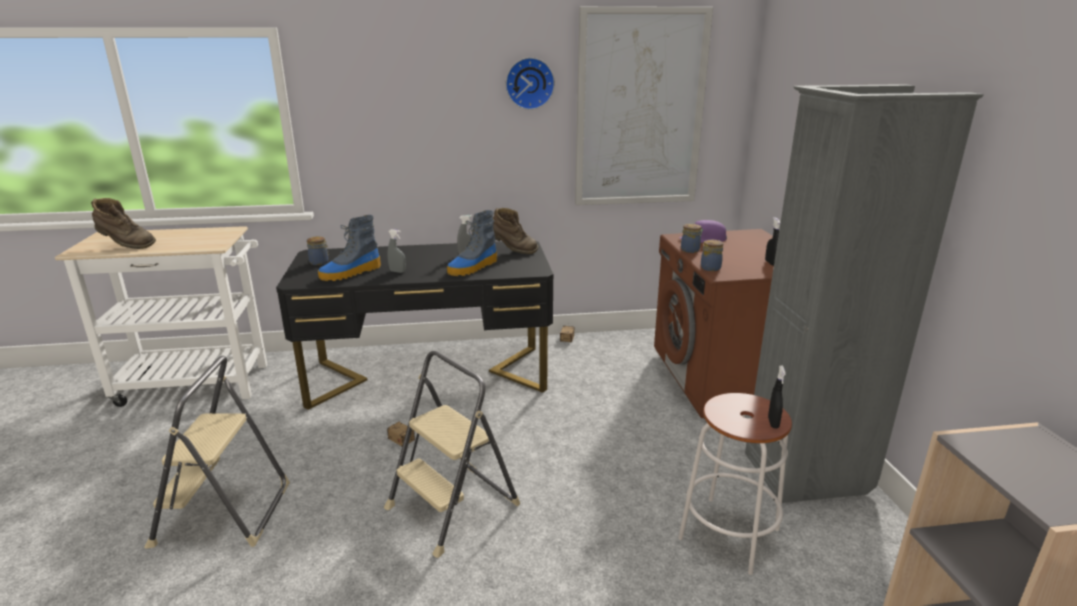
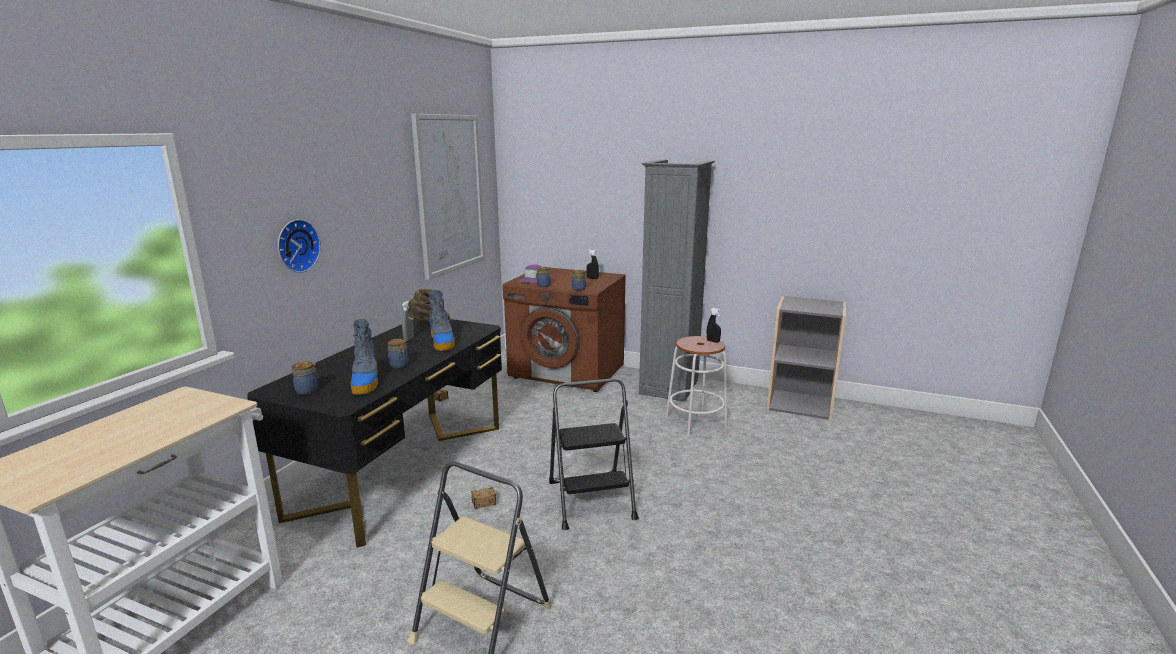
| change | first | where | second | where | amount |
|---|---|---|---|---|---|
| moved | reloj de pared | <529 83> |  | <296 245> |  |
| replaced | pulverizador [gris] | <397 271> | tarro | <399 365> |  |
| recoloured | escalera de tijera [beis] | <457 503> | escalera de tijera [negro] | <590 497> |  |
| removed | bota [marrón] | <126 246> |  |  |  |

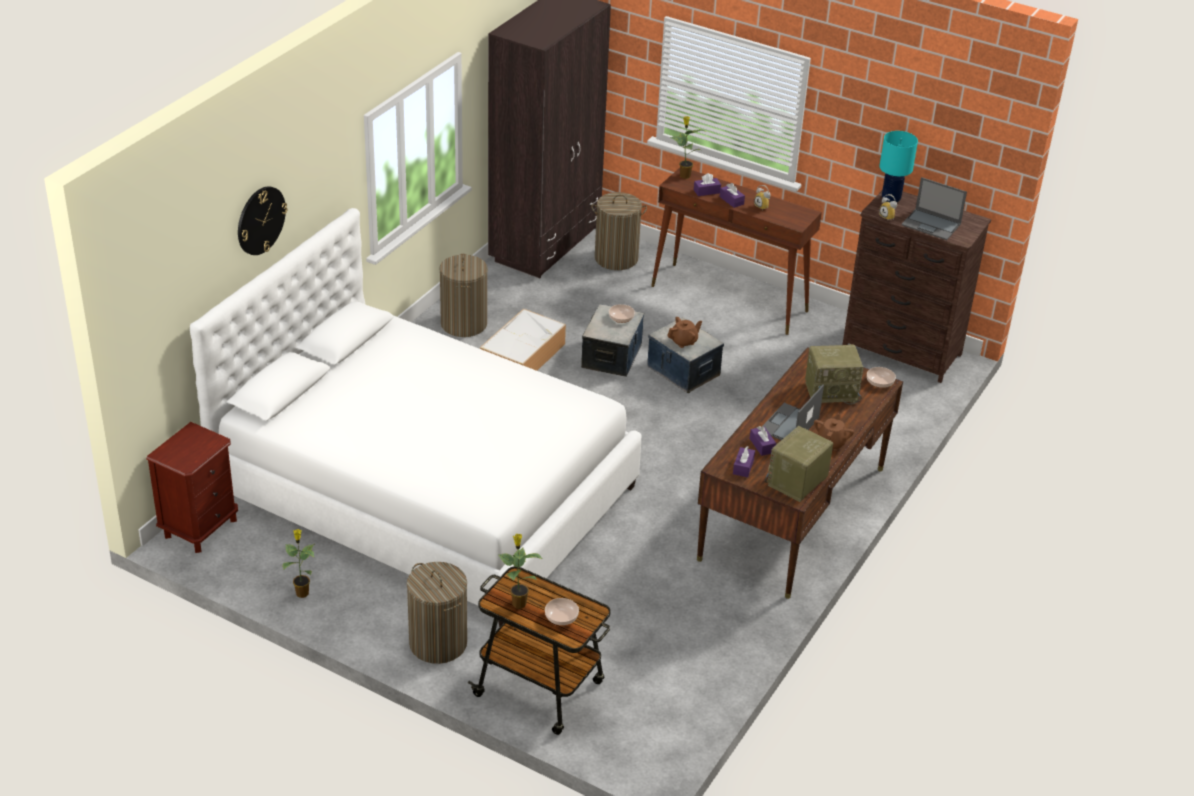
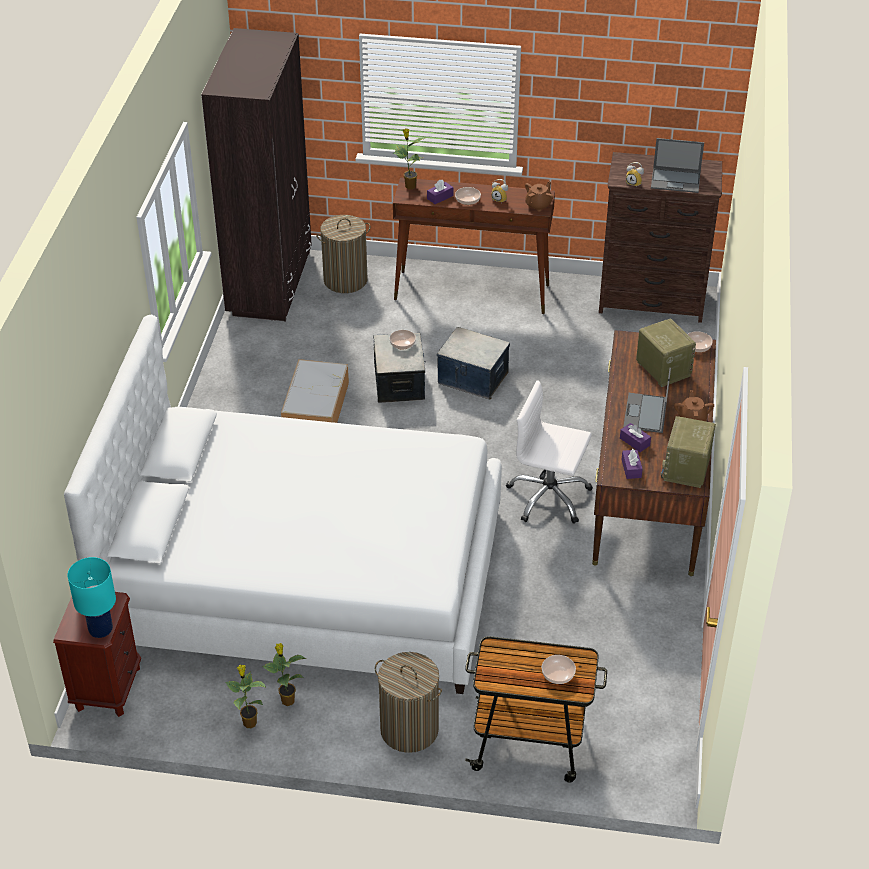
| change | first | where | second | where | amount |
|---|---|---|---|---|---|
| moved | lámpara de mesa [turquesa] | <891 199> |  | <101 630> |  |
| moved | planta en maceta | <518 603> |  | <287 700> |  |
| replaced | caja de pañuelos [morado] | <731 200> | cuenco | <468 200> |  |
| added |  |  | silla de oficina [blanco] | <548 497> |  |
| moved | tetera [marrón] | <684 341> |  | <538 205> |  |
| turned | radio | <832 392> |  | <662 368> | 90 degrees counterclockwise |
| removed | reloj de pared | <260 220> |  |  |  |
| removed | cesto de la ropa | <463 324> |  |  |  |

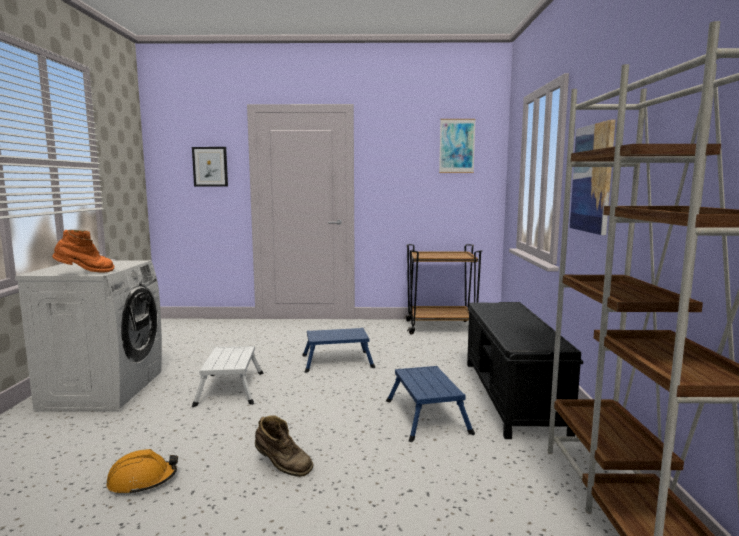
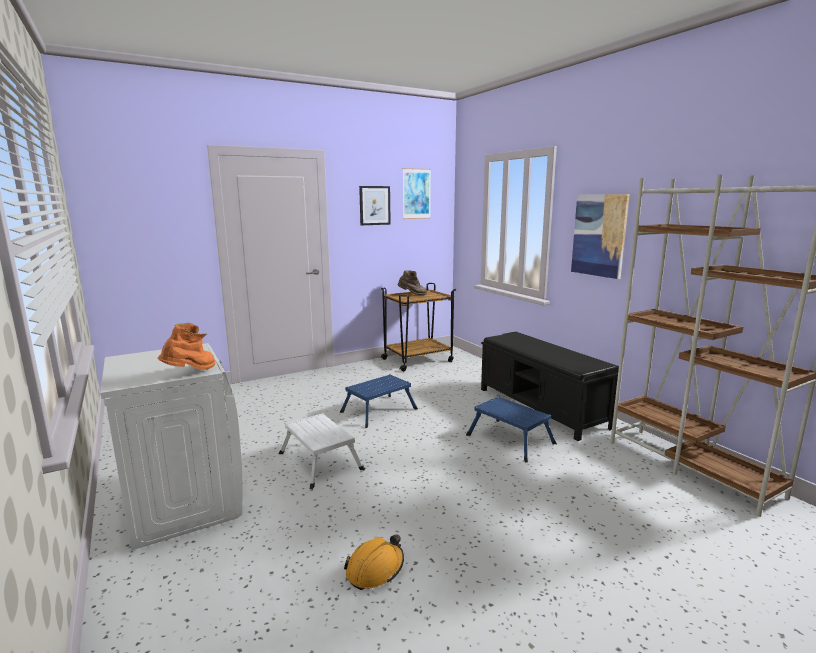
| change | first | where | second | where | amount |
|---|---|---|---|---|---|
| moved | cuadro | <210 166> |  | <374 205> |  |
| moved | bota [marrón] | <282 467> |  | <412 294> |  |

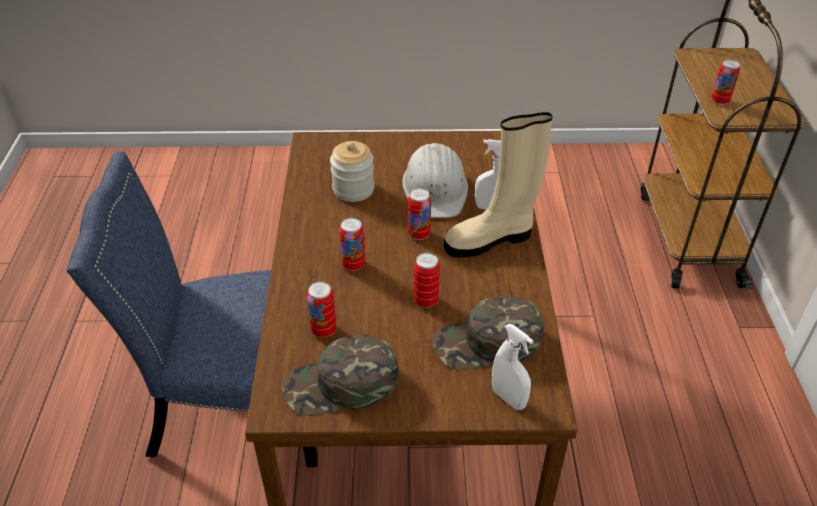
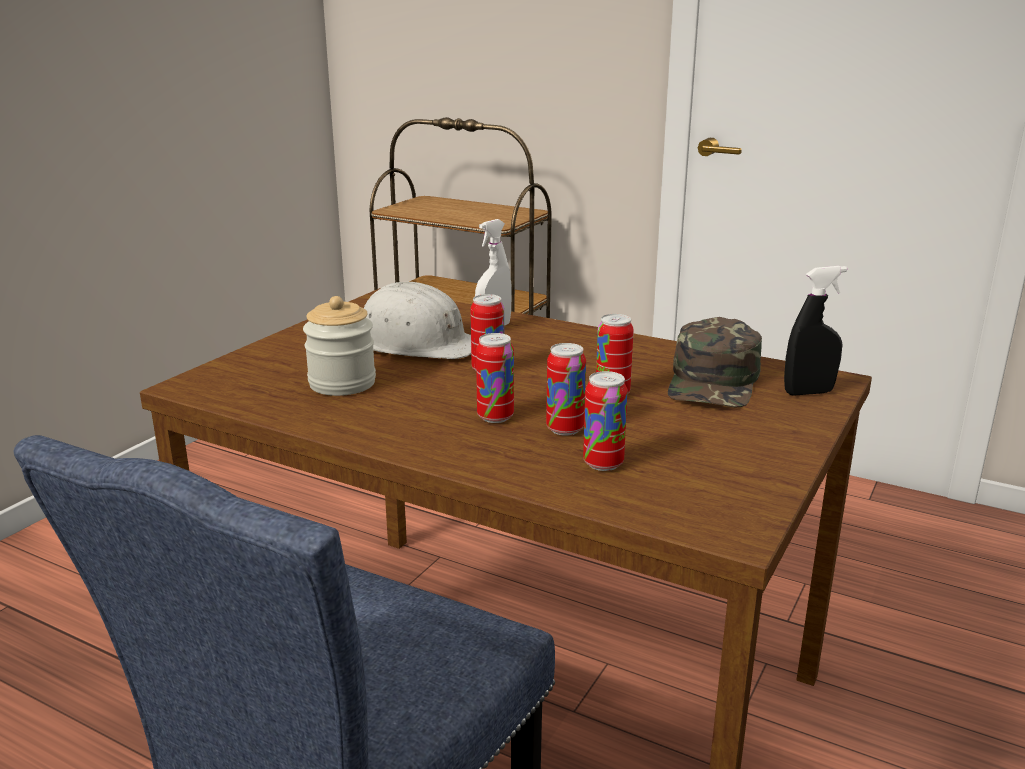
| change | first | where | second | where | amount |
|---|---|---|---|---|---|
| moved | lata | <719 101> |  | <565 429> |  |
| recoloured | pulverizador [blanco] | <508 398> | pulverizador [negro] | <808 392> |  |
| removed | gorra [verde] | <341 385> |  |  |  |
| removed | bota [beis] | <491 240> |  |  |  |

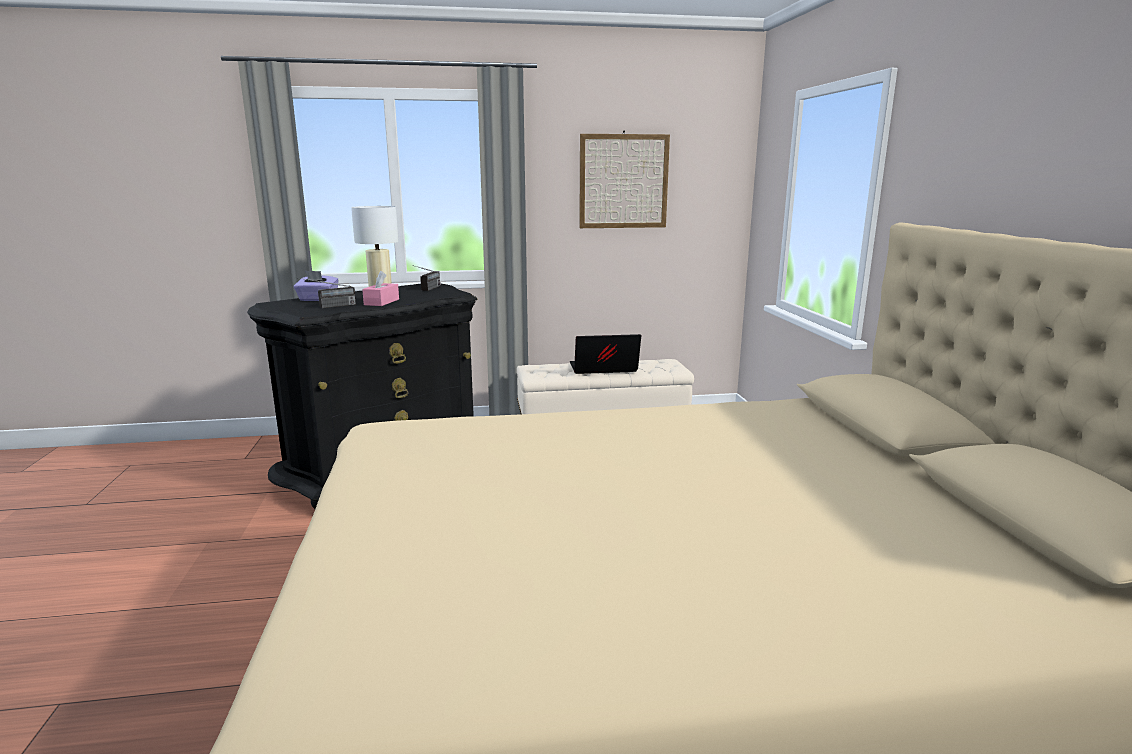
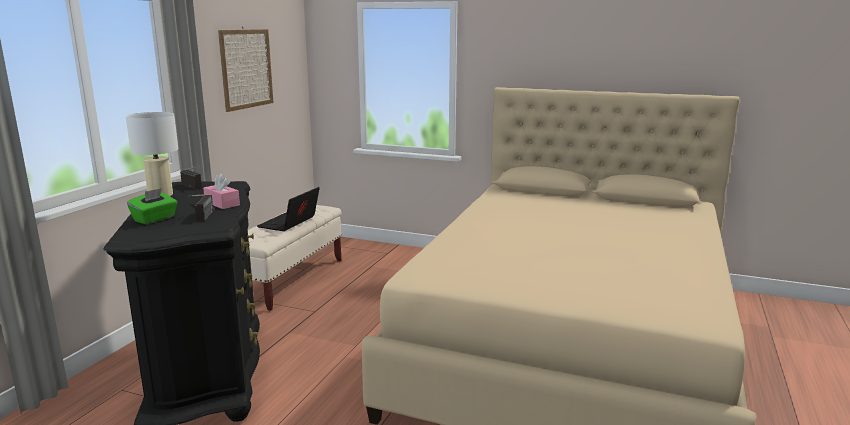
| change | first | where | second | where | amount |
|---|---|---|---|---|---|
| recoloured | caja de pañuelos [morado] | <317 299> | caja de pañuelos [verde] | <155 219> |  |

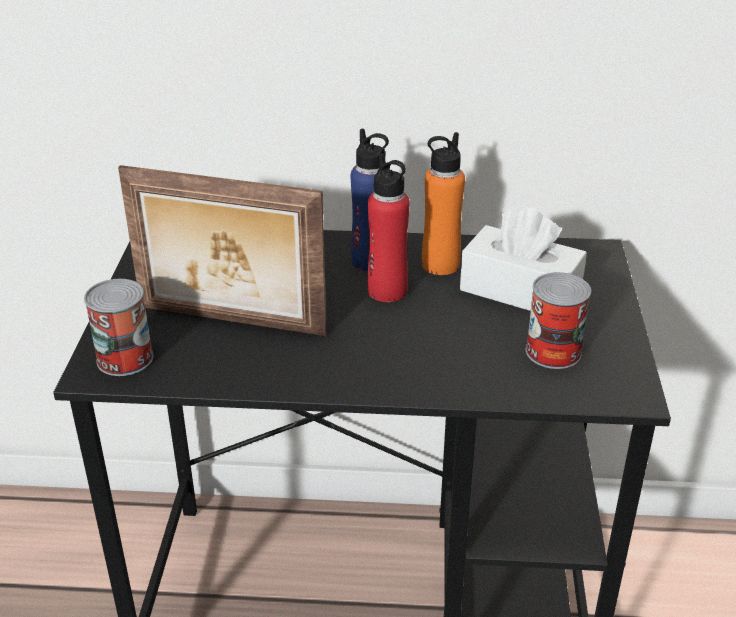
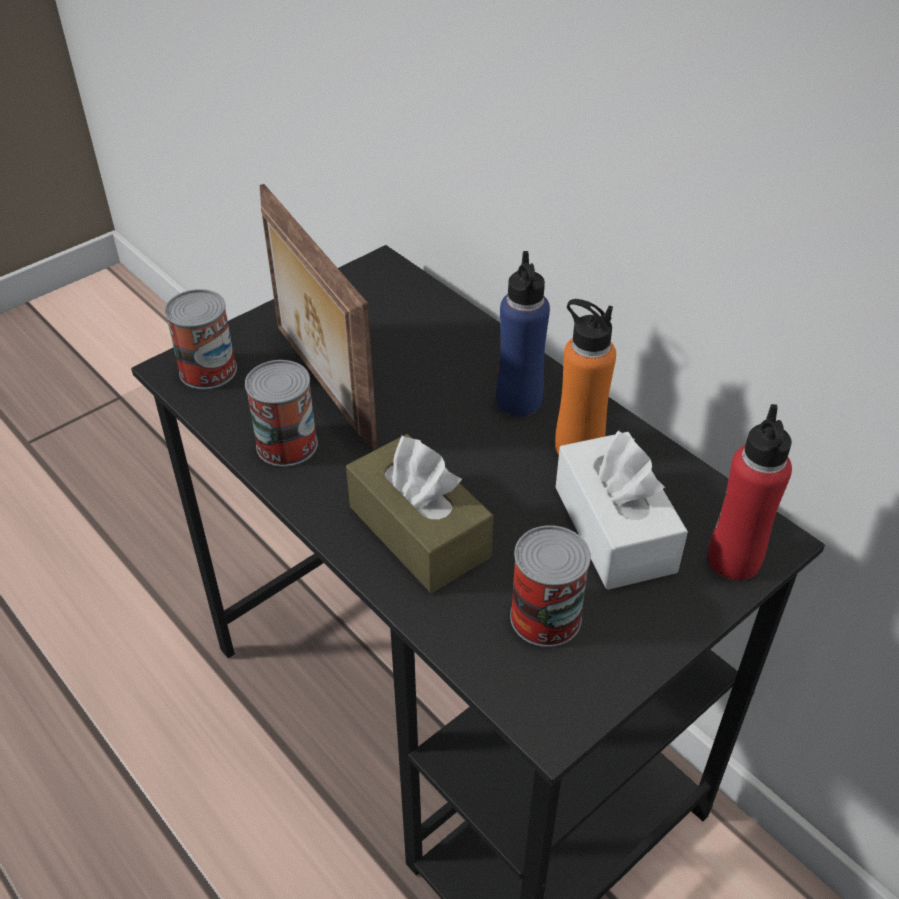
| change | first | where | second | where | amount |
|---|---|---|---|---|---|
| added |  |  | lata | <287 444> |  |
| added |  |  | caja de pañuelos [marrón] | <419 531> |  |
| moved | botella [rojo] | <387 291> |  | <734 560> |  |

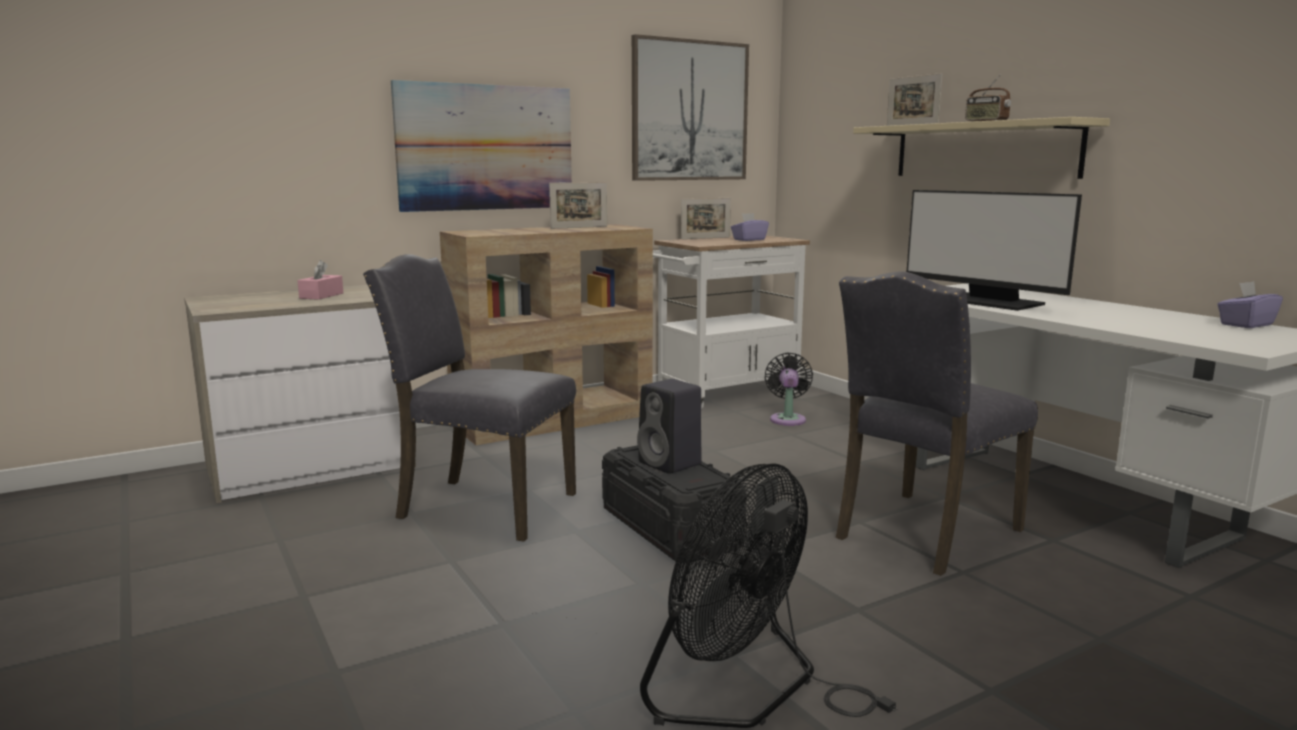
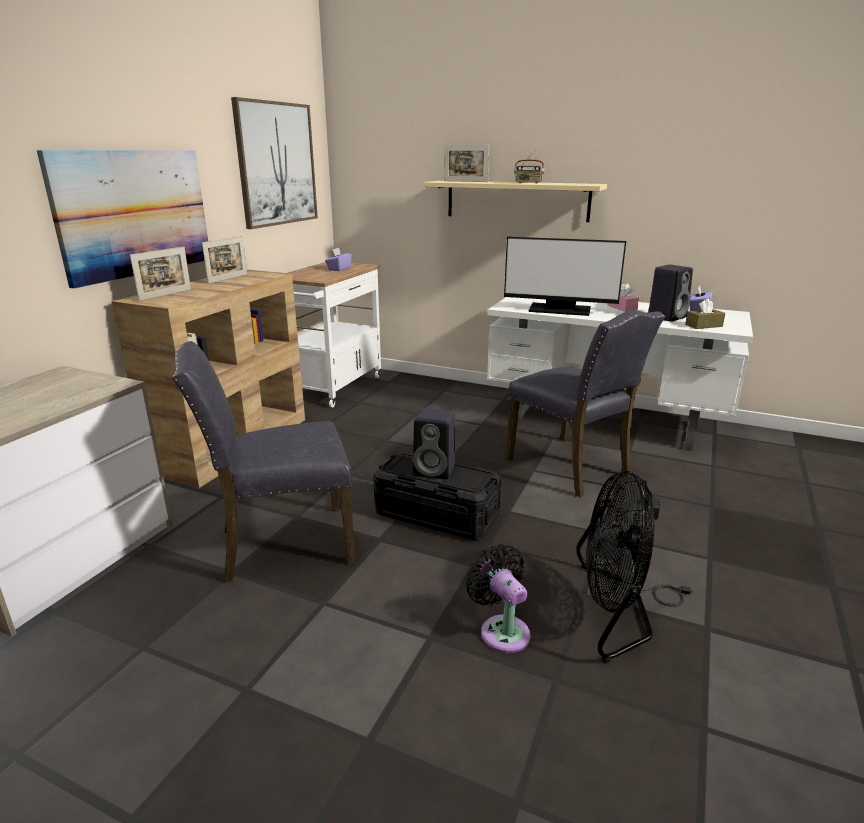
| change | first | where | second | where | amount |
|---|---|---|---|---|---|
| moved | portarretratos | <705 238> |  | <165 294> |  |
| moved | ventilador [negro] | <787 419> |  | <502 630> |  |
| turned | silla [gris] | <923 533> |  | <571 467> | 45 degrees counterclockwise |
| moved | caja de pañuelos [rosa] | <321 296> |  | <622 307> |  |
| added |  |  | altavoz [negro] | <667 317> |  |
| added |  |  | caja de pañuelos [marrón] | <703 325> |  |

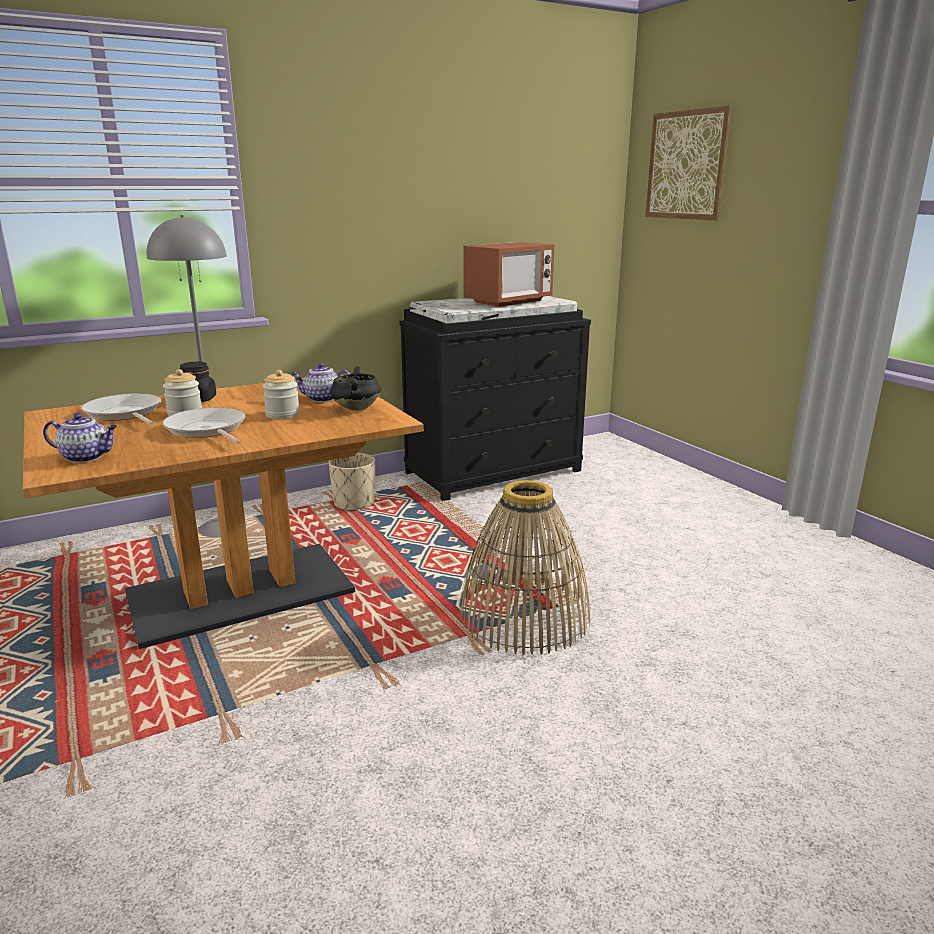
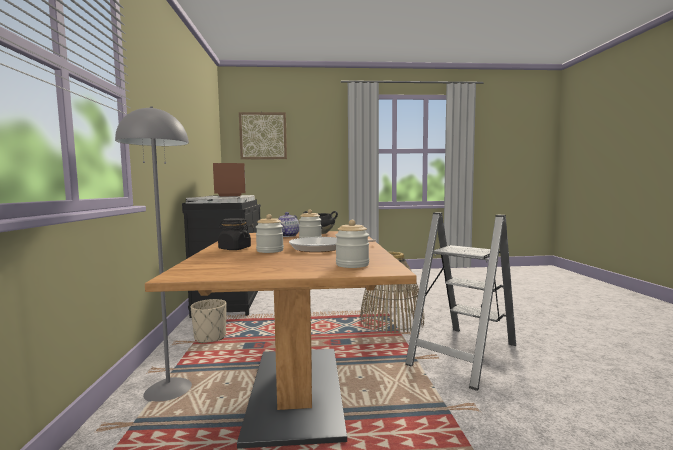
| change | first | where | second | where | amount |
|---|---|---|---|---|---|
| replaced | tetera | <87 457> | tarro | <352 264> |  |
| added |  |  | escalera de tijera [gris] | <462 355> |  |
| removed | sartén | <125 414> |  |  |  |

